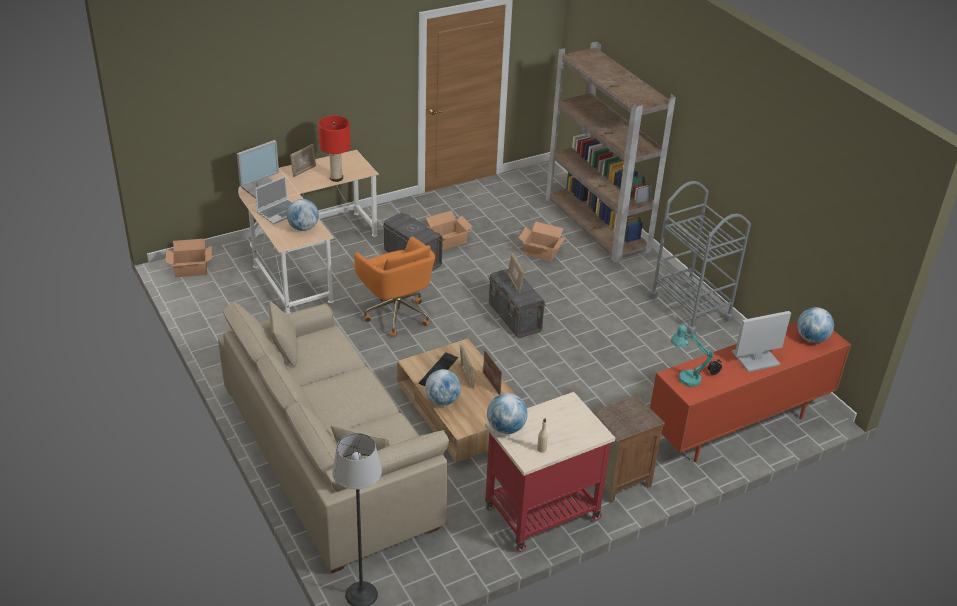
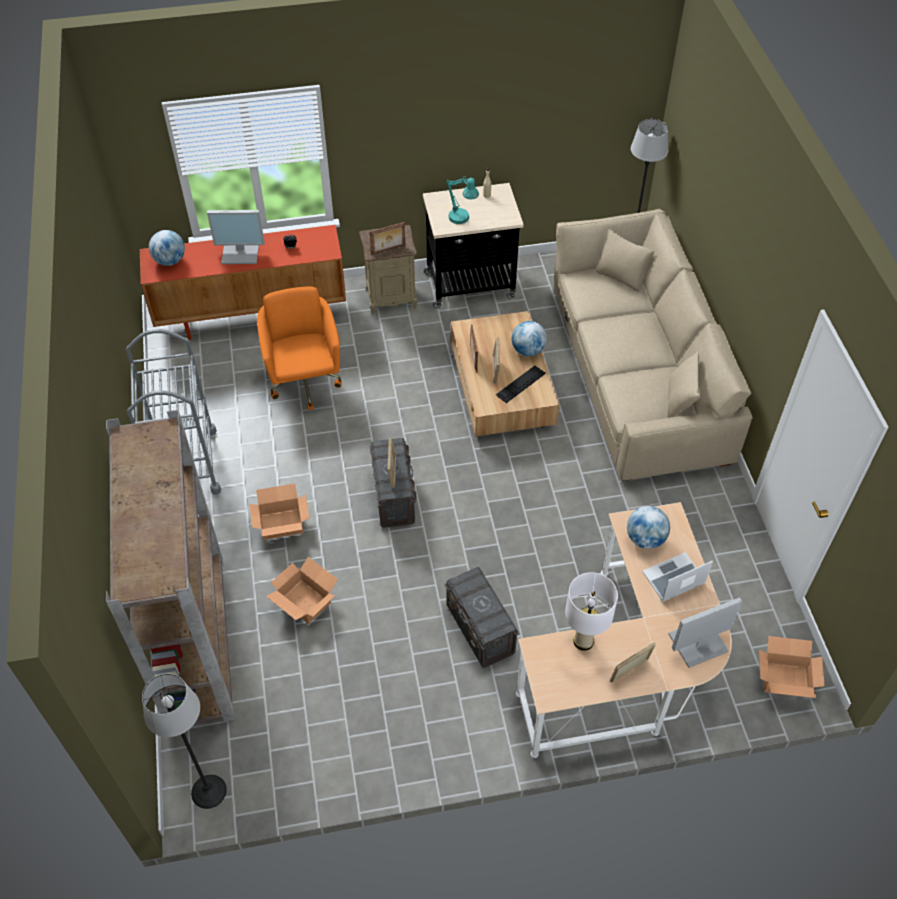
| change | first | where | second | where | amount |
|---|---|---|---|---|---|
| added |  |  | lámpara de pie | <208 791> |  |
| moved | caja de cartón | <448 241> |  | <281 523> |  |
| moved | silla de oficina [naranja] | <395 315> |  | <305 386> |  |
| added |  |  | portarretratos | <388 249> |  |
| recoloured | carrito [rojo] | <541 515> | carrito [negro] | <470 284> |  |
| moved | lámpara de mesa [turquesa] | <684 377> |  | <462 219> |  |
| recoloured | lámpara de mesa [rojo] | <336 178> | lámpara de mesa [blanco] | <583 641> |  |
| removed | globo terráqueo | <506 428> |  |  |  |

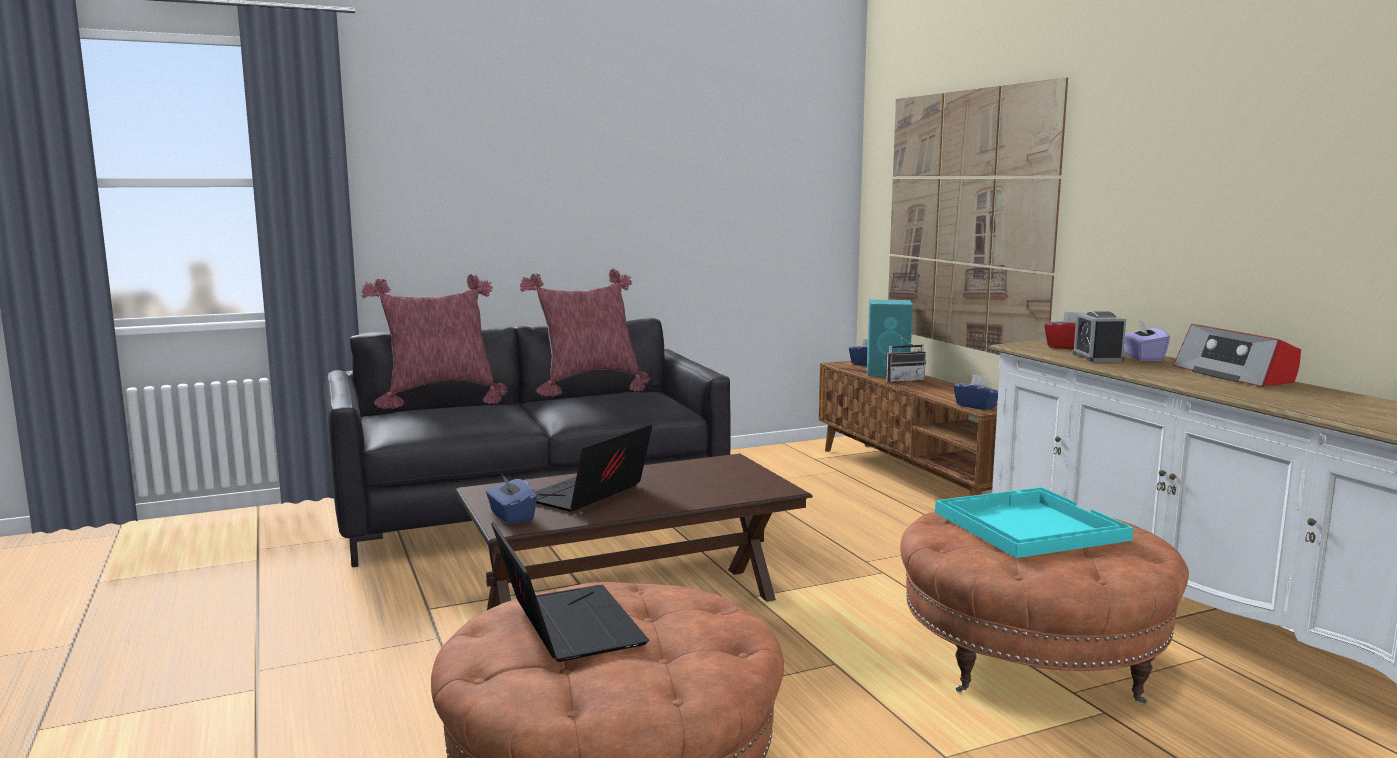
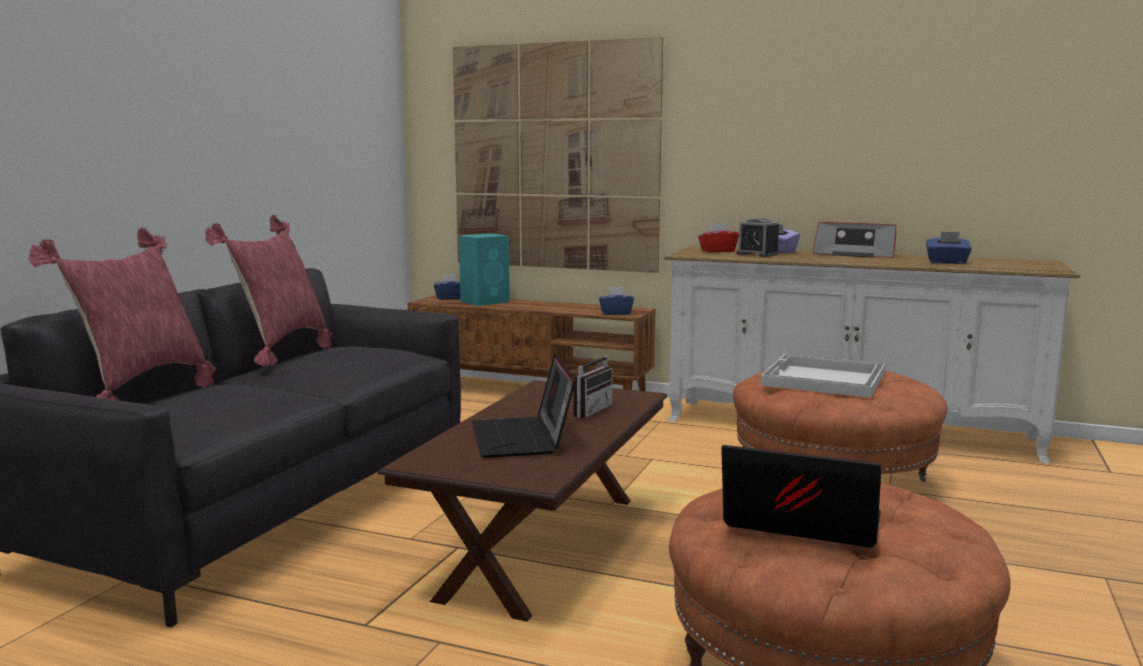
| change | first | where | second | where | amount |
|---|---|---|---|---|---|
| moved | radio | <903 380> |  | <587 411> |  |
| recoloured | bandeja [turquesa] | <1027 525> | bandeja [blanco] | <822 379> |  |
| moved | caja de pañuelos [azul] | <511 517> |  | <947 262> |  |

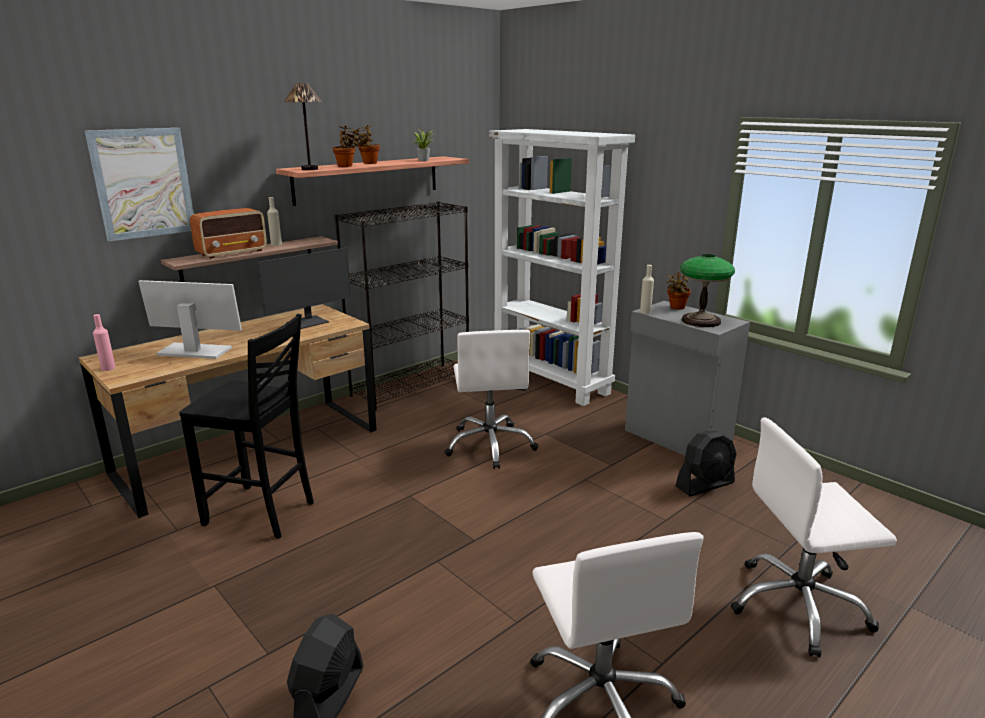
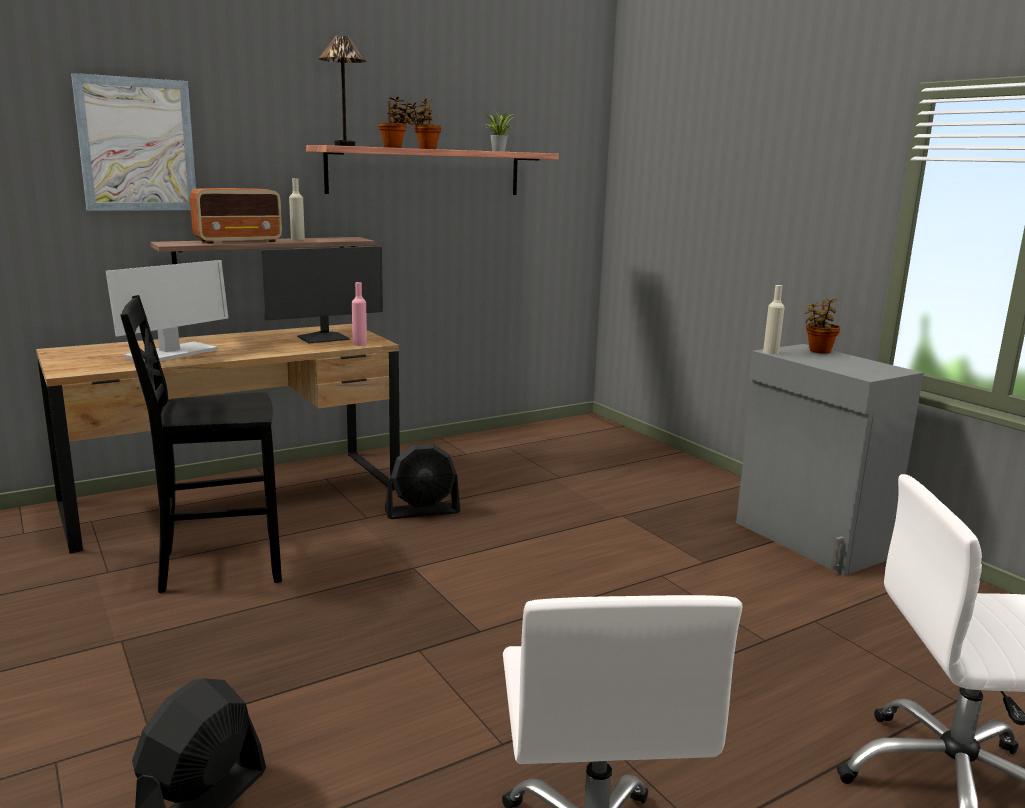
| change | first | where | second | where | amount |
|---|---|---|---|---|---|
| turned | monitor | <195 351> |  | <171 353> | 105 degrees clockwise |
| turned | silla [negro] | <262 513> |  | <217 566> | 135 degrees clockwise |
| moved | botella [rosa] | <108 368> |  | <359 344> |  |
| moved | ventilador [negro] | <705 485> |  | <422 511> |  |
| removed | estantería [negro] | <411 386> |  |  |  |
| removed | silla de oficina [blanco] | <490 445> |  |  |  |
| removed | estantería [blanco] | <551 381> |  |  |  |
| removed | lámpara de mesa | <701 321> |  |  |  |

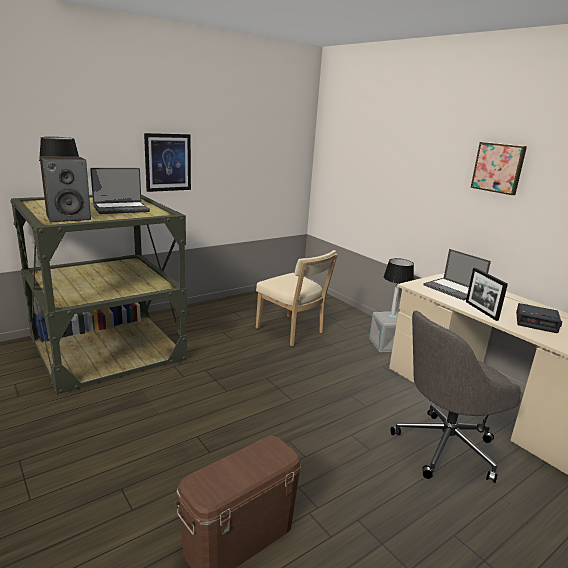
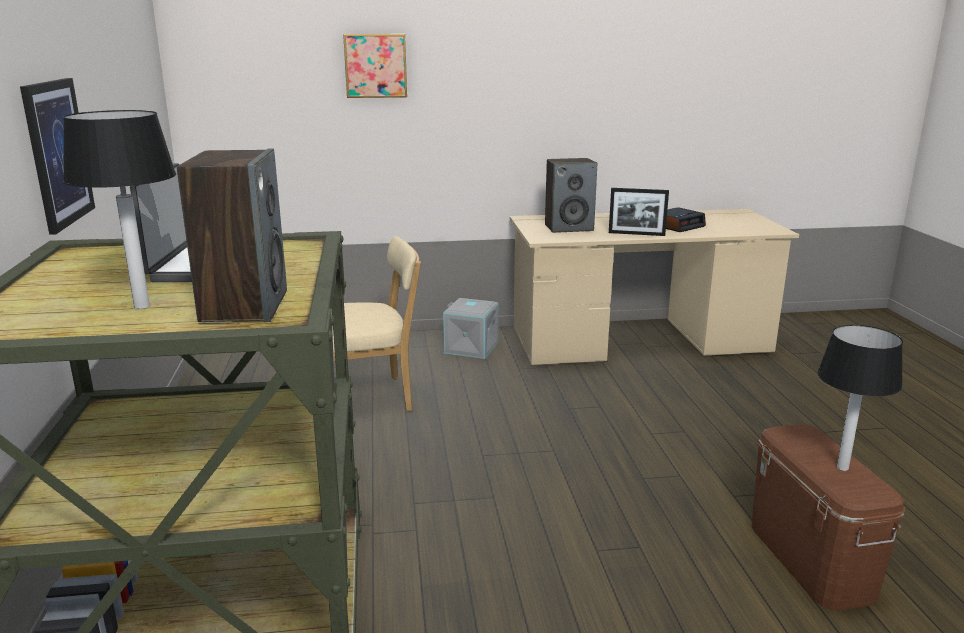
| change | first | where | second | where | amount |
|---|---|---|---|---|---|
| moved | cuadro | <498 168> |  | <375 65> |  |
| replaced | portátil | <453 289> | altavoz | <569 228> |  |
| moved | lámpara de mesa | <392 314> |  | <842 468> |  |
| removed | silla de oficina [gris] | <444 448> |  |  |  |

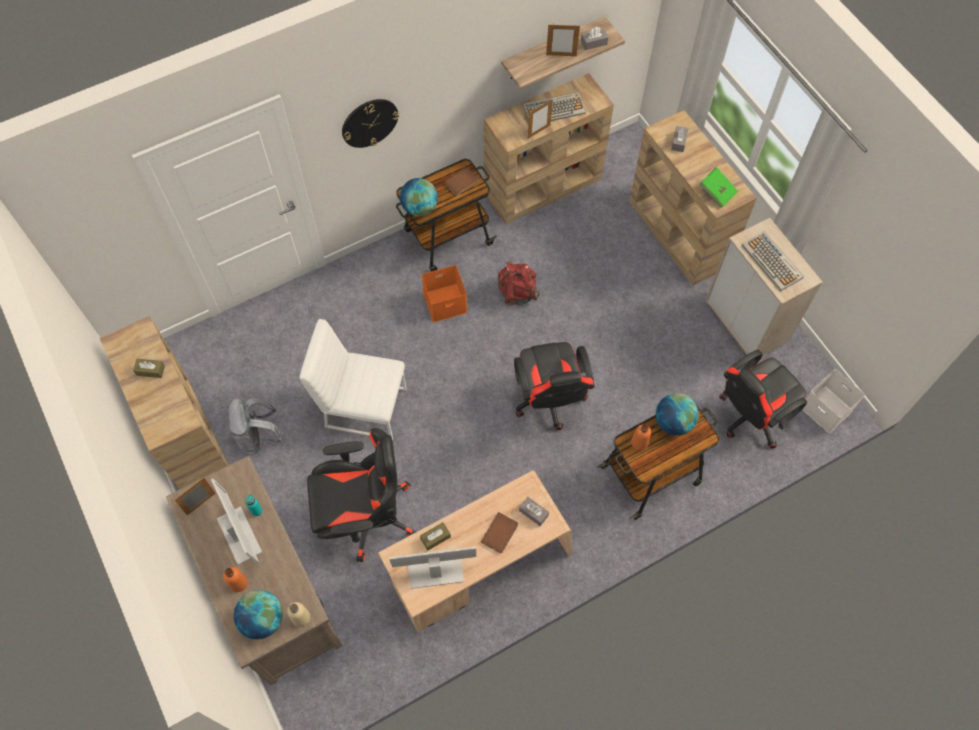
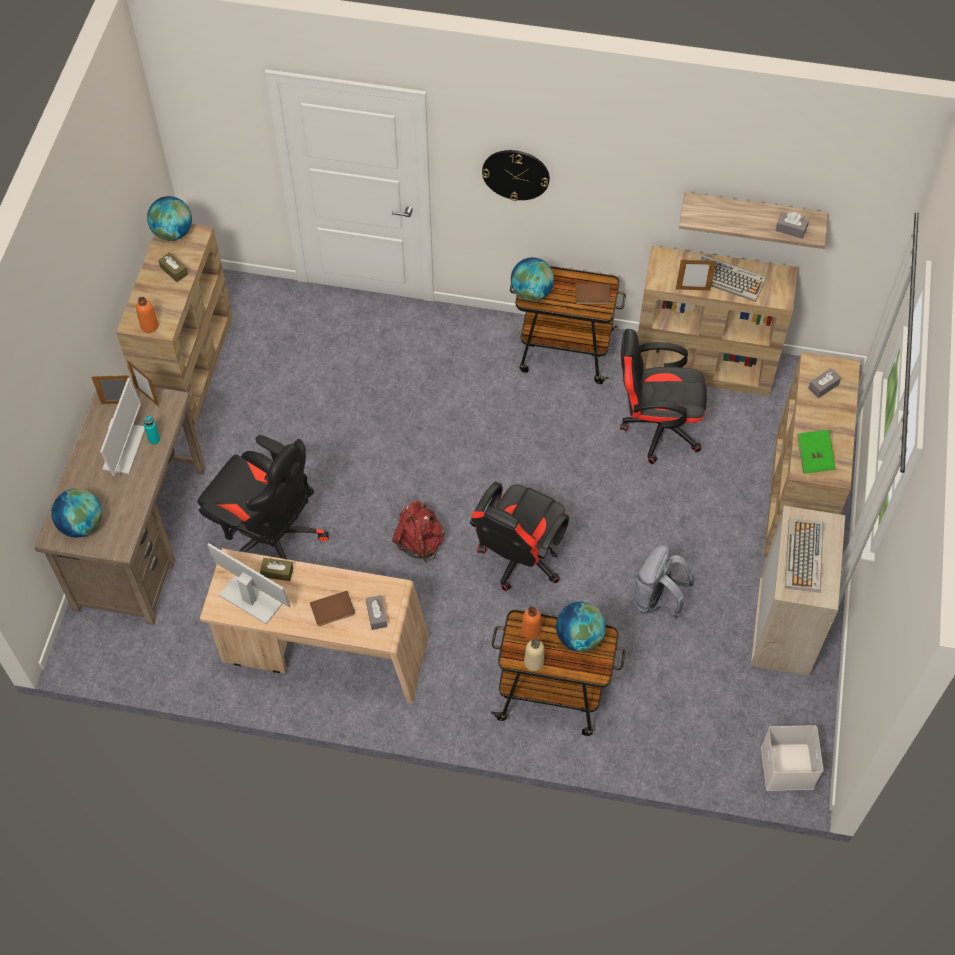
| change | first | where | second | where | amount |
|---|---|---|---|---|---|
| moved | portarretratos | <561 55> |  | <147 396> |  |
| moved | botella [naranja] | <238 583> |  | <149 326> |  |
| added |  |  | globo terráqueo | <173 232> |  |
| moved | mochila [rojo] | <517 292> |  | <419 542> |  |
| moved | botella [beis] | <301 618> |  | <534 662> |  |
| moved | silla de oficina [negro] | <748 418> |  | <654 428> |  |
| moved | mochila [gris] | <258 437> |  | <657 600> |  |
| removed | silla [blanco] | <363 406> |  |  |  |
| removed | caja de almacenaje [naranja] | <445 302> |  |  |  |

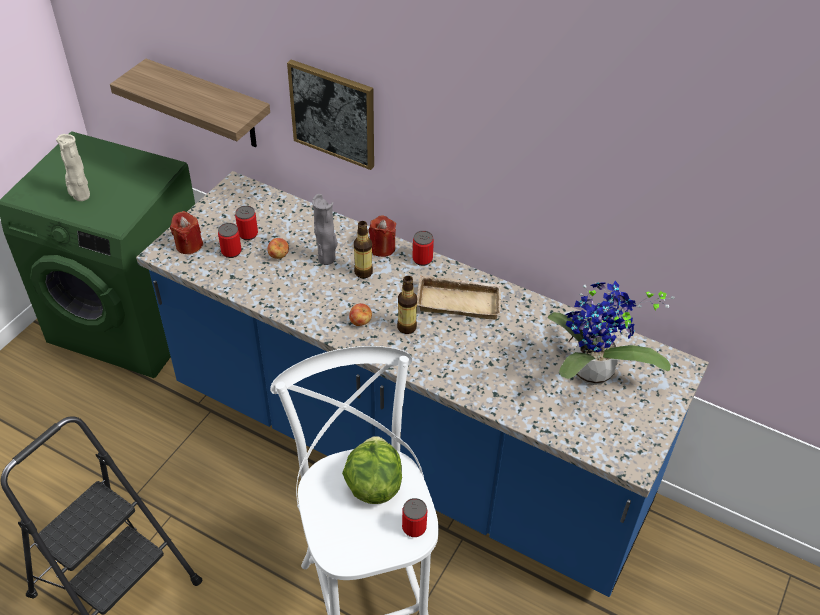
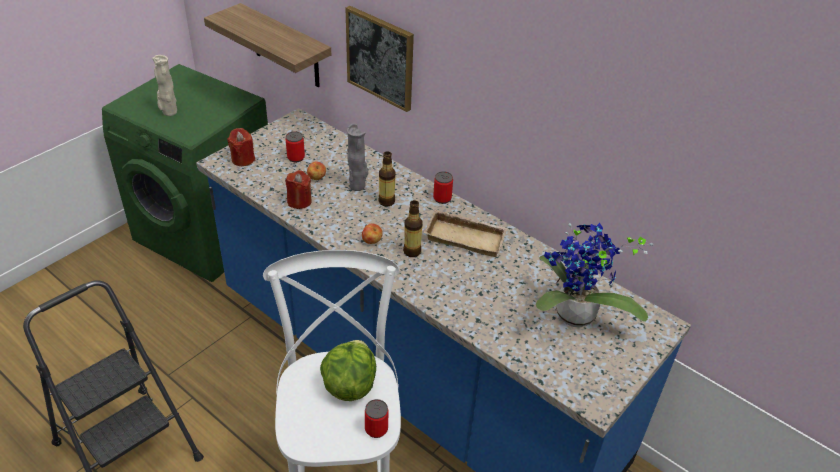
| change | first | where | second | where | amount |
|---|---|---|---|---|---|
| moved | vela [rojo] | <382 248> |  | <299 201> |  |
| removed | lata | <231 251> |  |  |  |

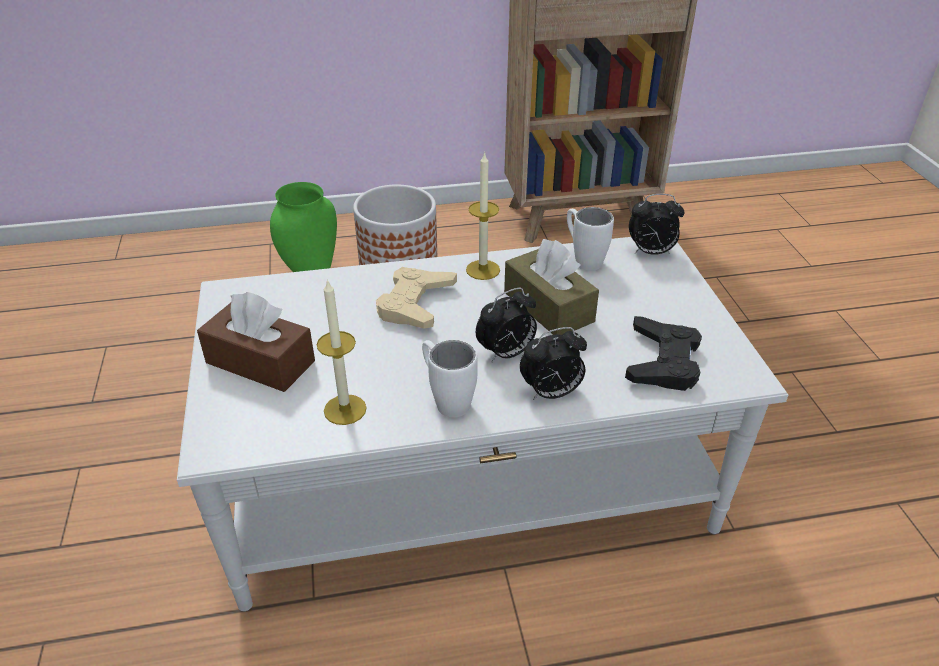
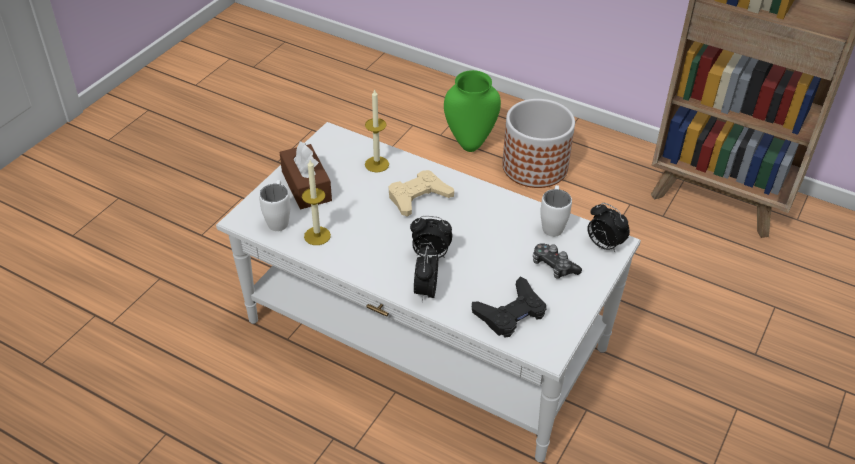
| change | first | where | second | where | amount |
|---|---|---|---|---|---|
| moved | taza grande [blanco] | <446 399> |  | <279 219> |  |
| moved | vela | <483 270> |  | <377 164> |  |
| turned | despertador | <551 393> |  | <425 291> | 75 degrees clockwise |
| added |  |  | mando de consola | <553 266> |  |
| removed | caja de pañuelos [marrón] | <548 307> |  |  |  |

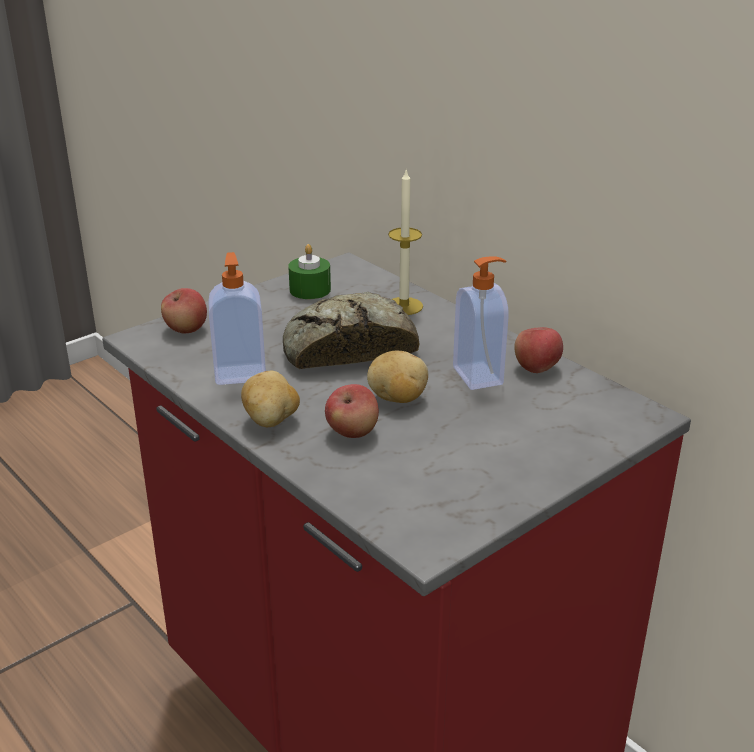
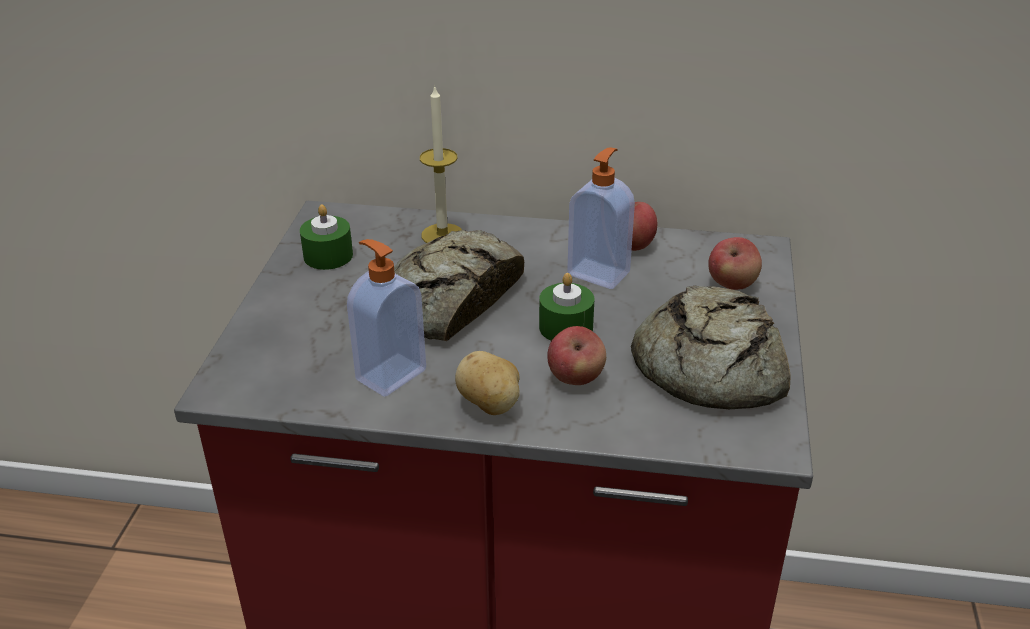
| change | first | where | second | where | amount |
|---|---|---|---|---|---|
| replaced | patata | <397 399> | vela [verde] | <566 327> |  |
| added |  |  | pan | <707 366> |  |
| moved | manzana | <186 329> |  | <732 284> |  |

